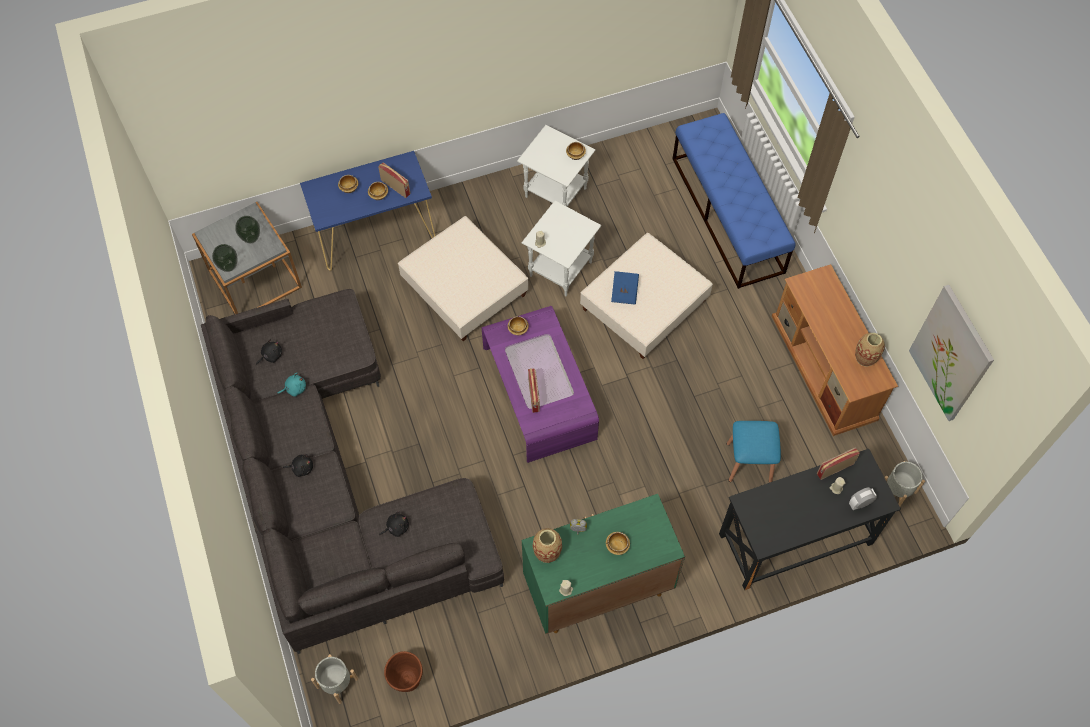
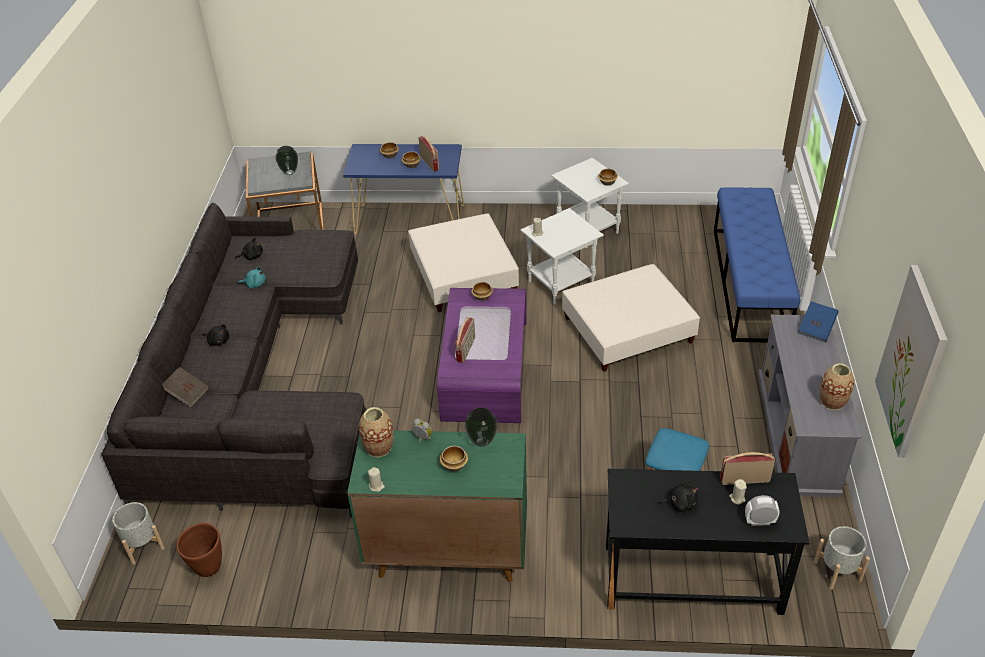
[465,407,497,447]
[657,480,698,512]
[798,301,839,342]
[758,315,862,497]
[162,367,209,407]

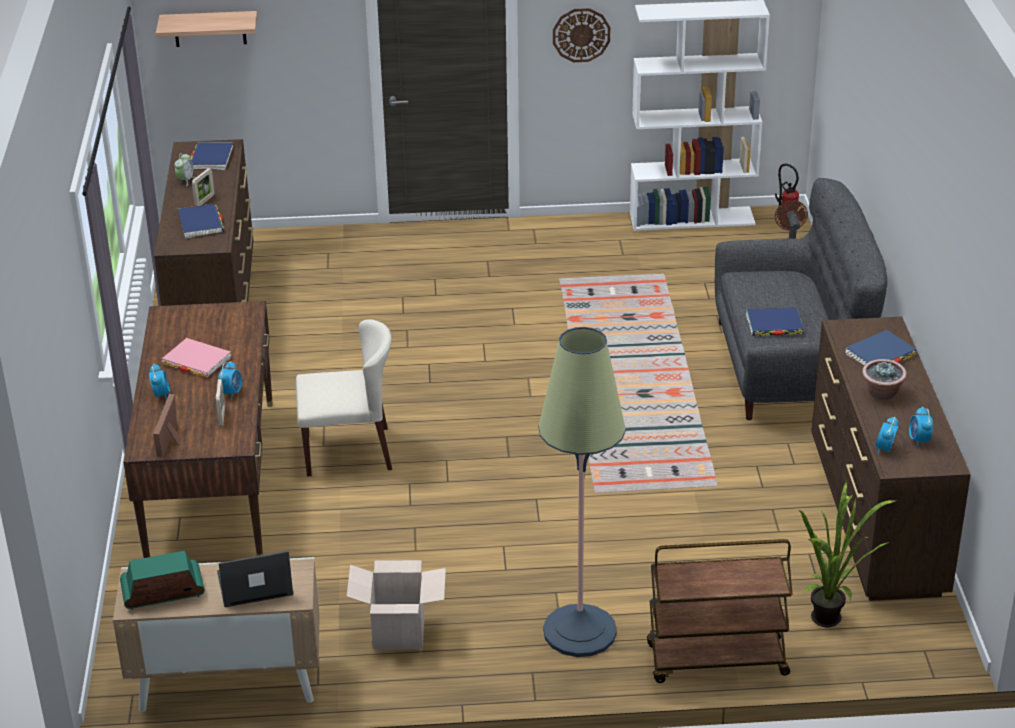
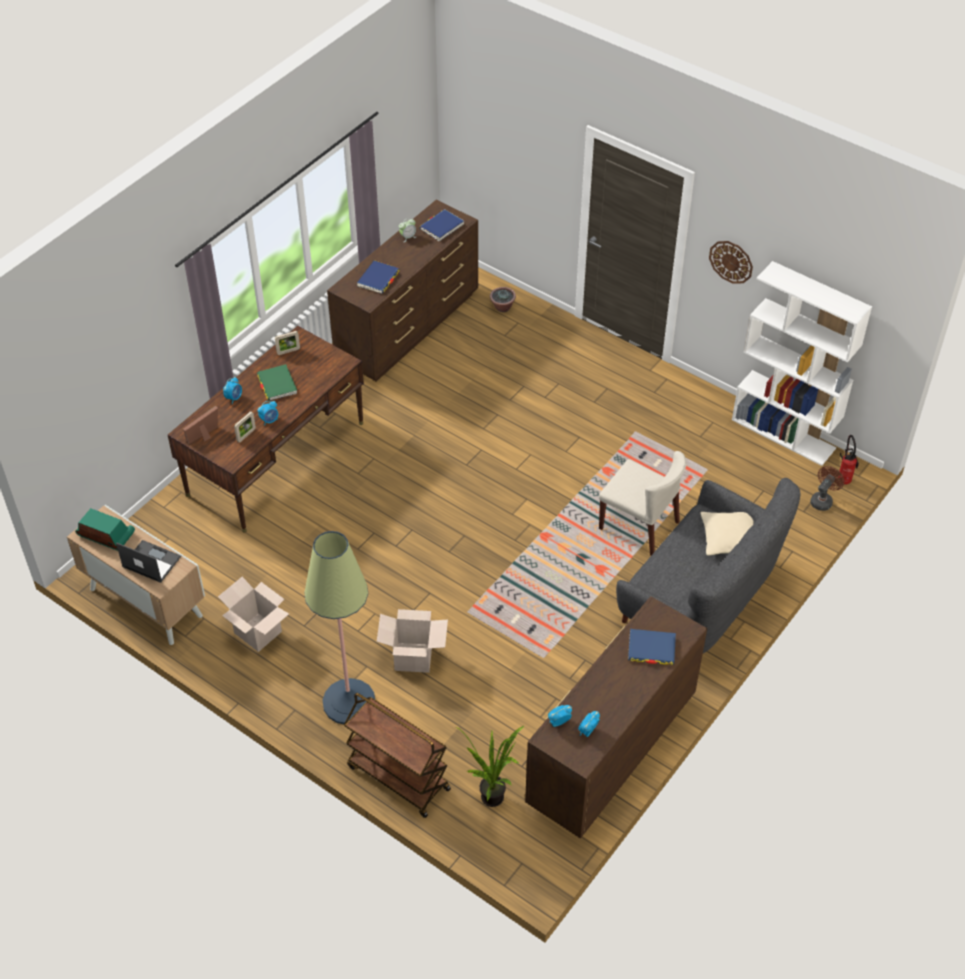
[156,11,257,47] (first image)
[257,364,297,401]
[275,331,300,355]
[599,451,686,556]
[746,308,804,336] (first image)
[490,287,516,312]
[377,609,448,673]
[700,512,753,556]

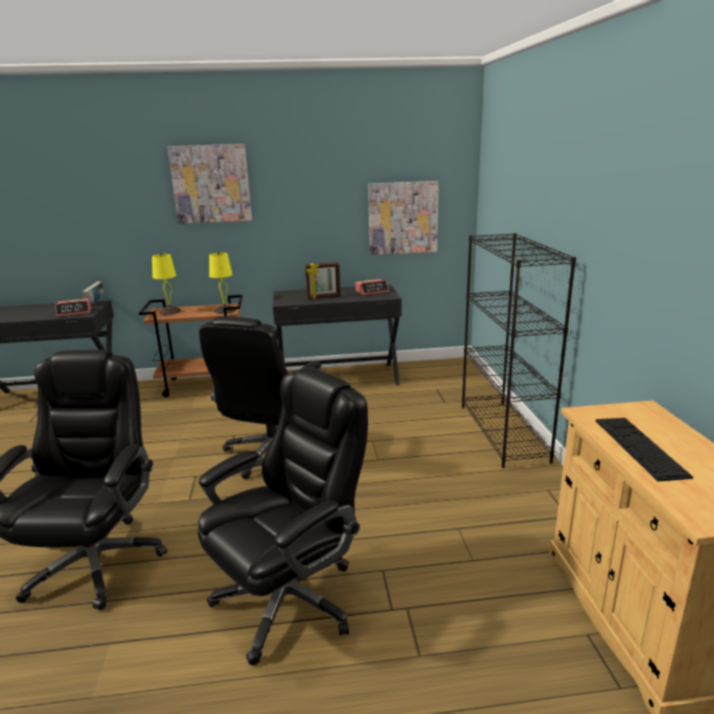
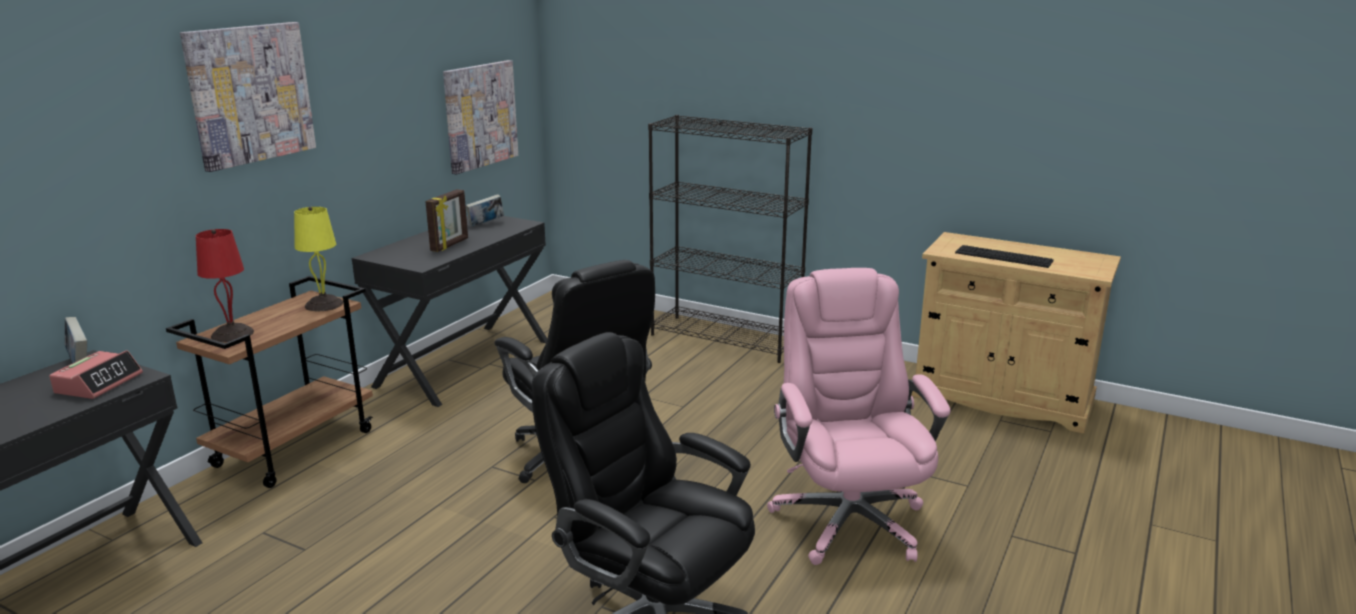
[196,229,254,342]
[767,268,951,565]
[466,194,504,226]

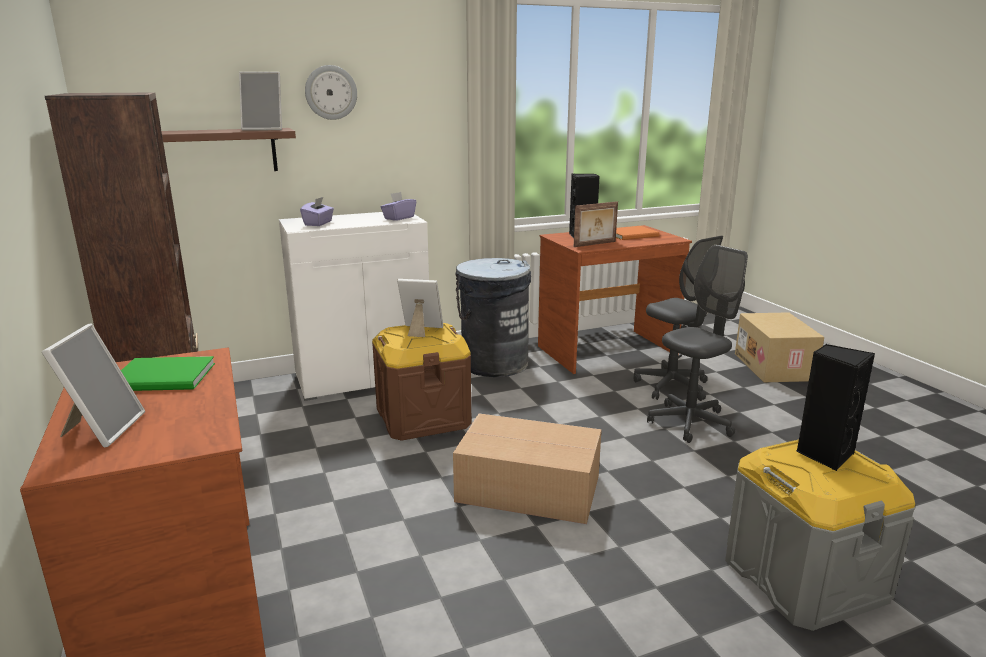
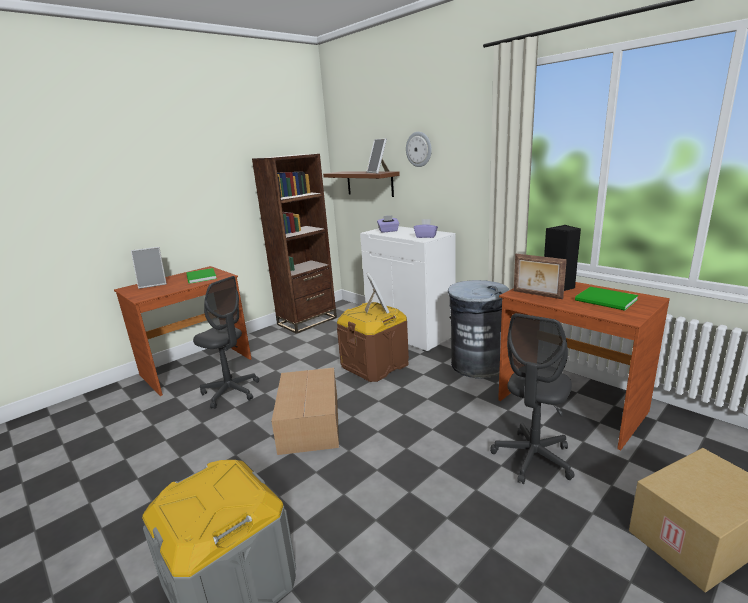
[575,287,639,311]
[193,276,259,409]
[796,344,875,471] (first image)

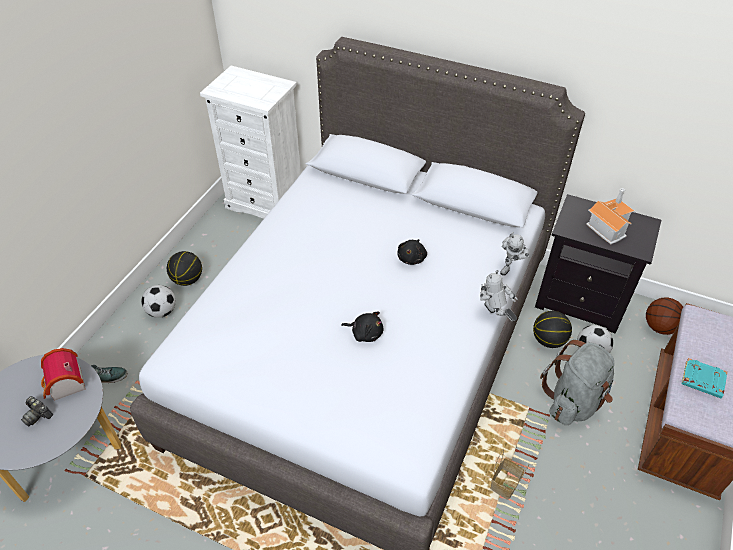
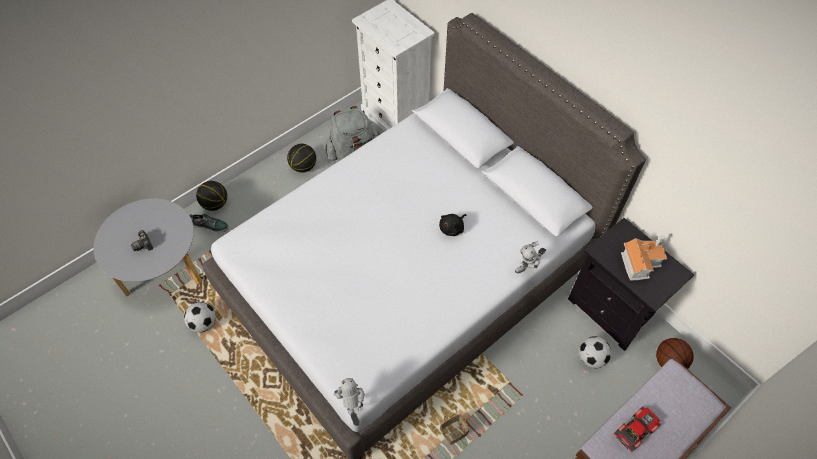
[41,348,85,401] (first image)
[184,302,216,333]
[341,312,383,342] (first image)
[334,378,365,426]
[196,181,227,211]
[325,106,380,161]
[614,406,661,452]

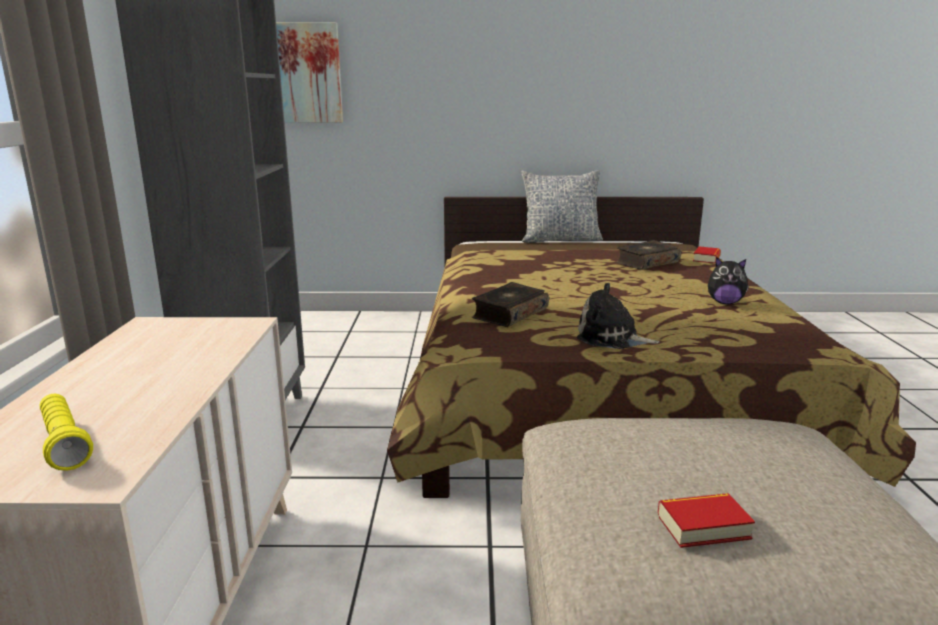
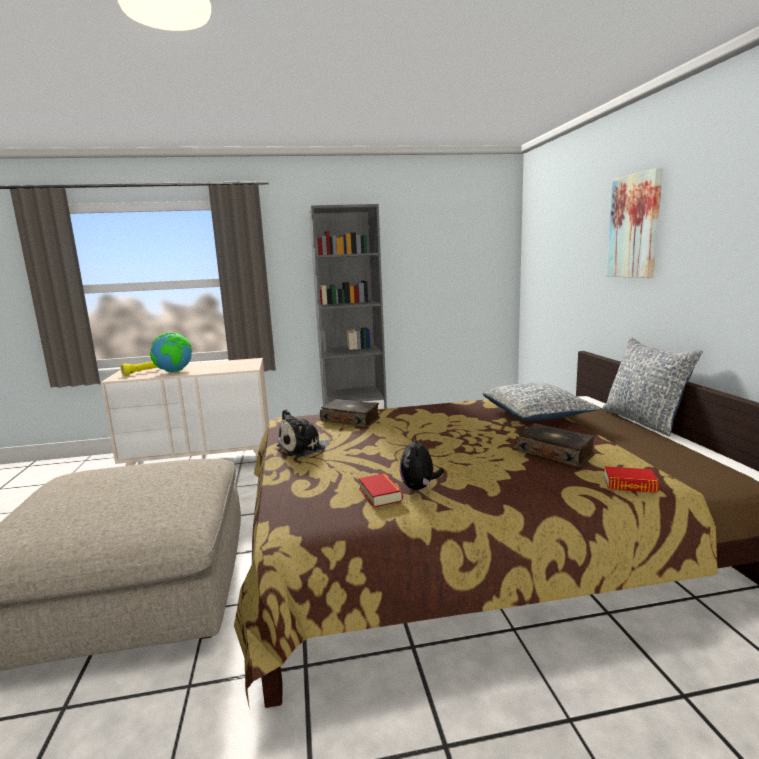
[606,168,663,278]
[276,409,333,456]
[359,473,403,508]
[150,333,192,372]
[483,383,600,421]

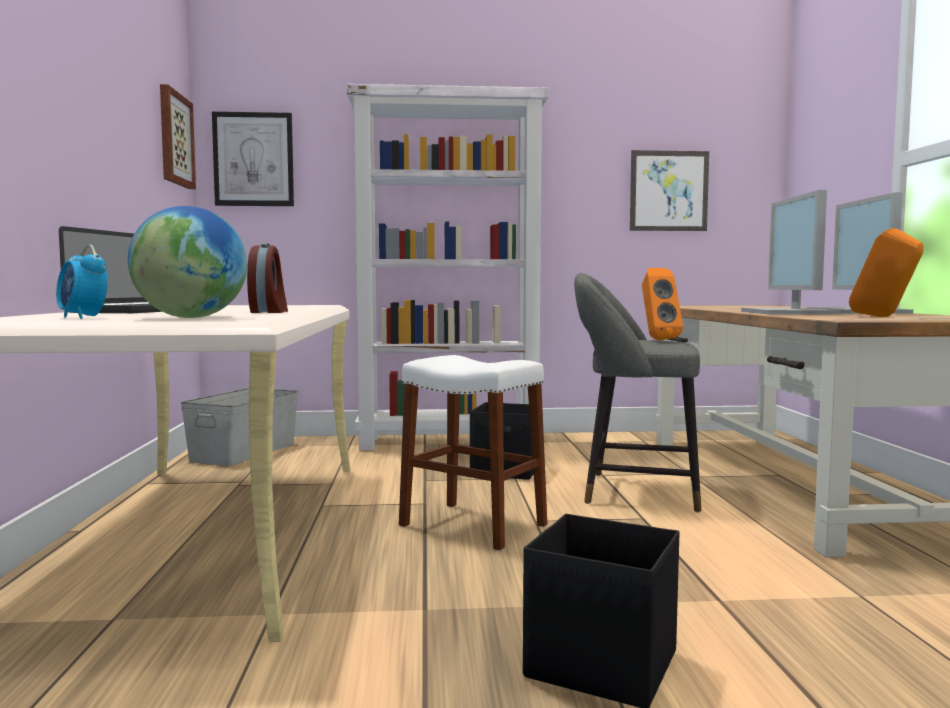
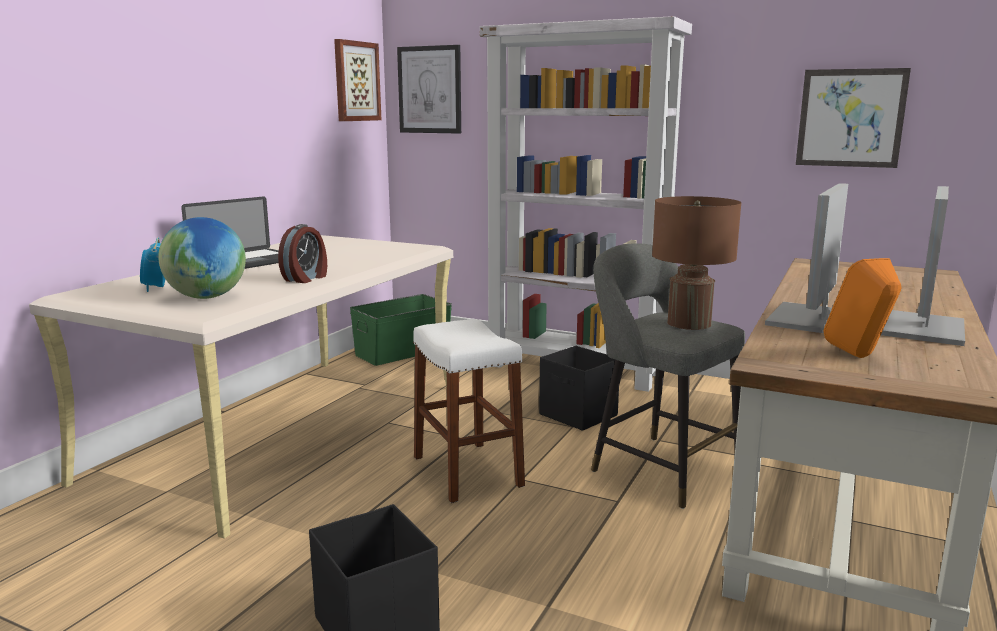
[350,294,452,366]
[652,196,741,330]

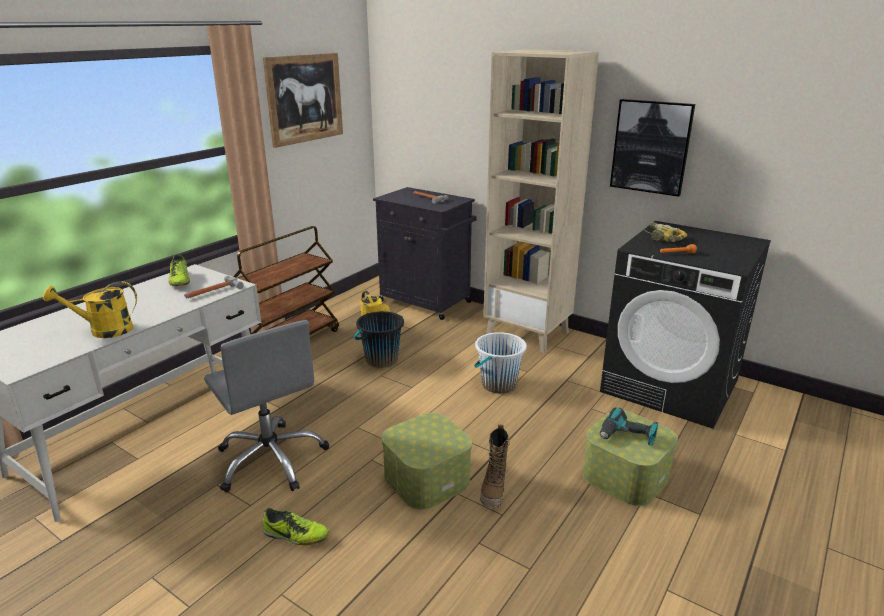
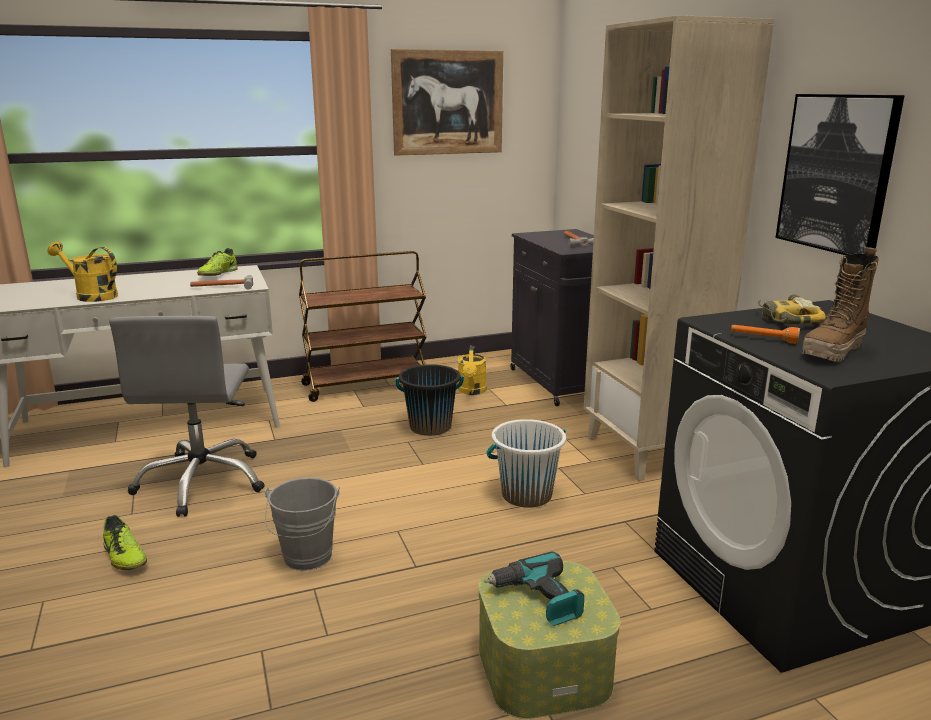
[265,477,340,571]
[801,247,879,362]

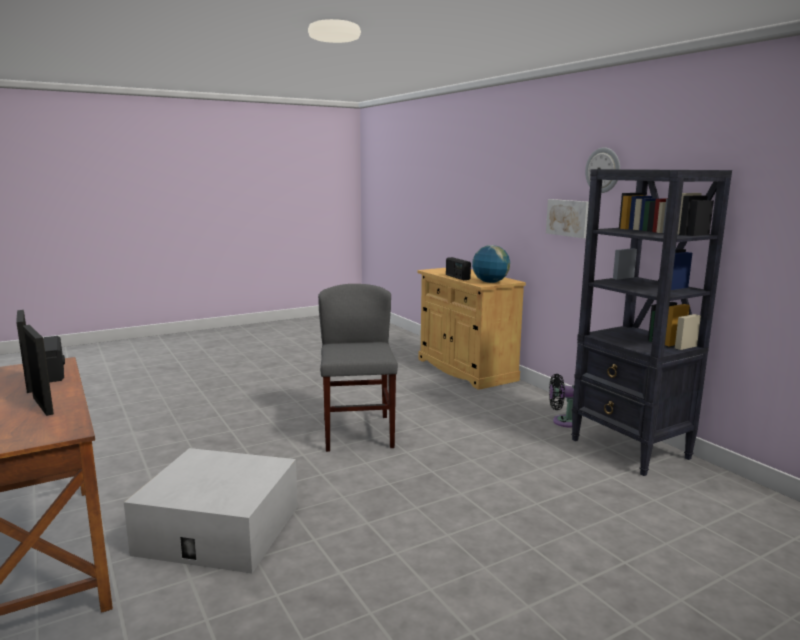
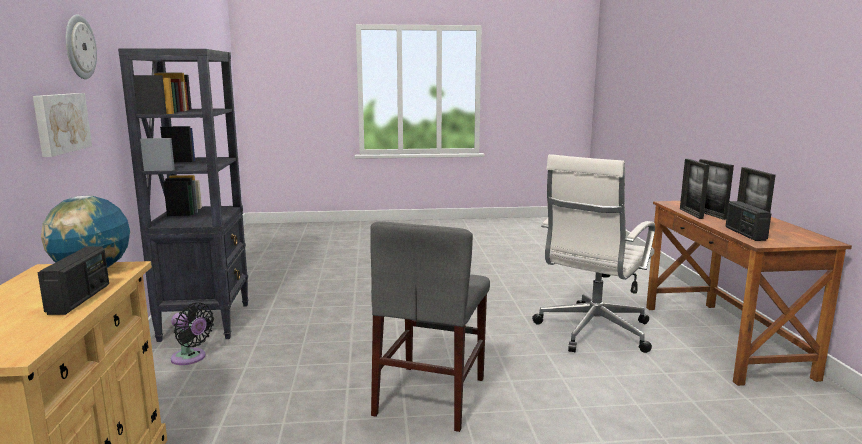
[532,154,655,353]
[680,159,710,219]

